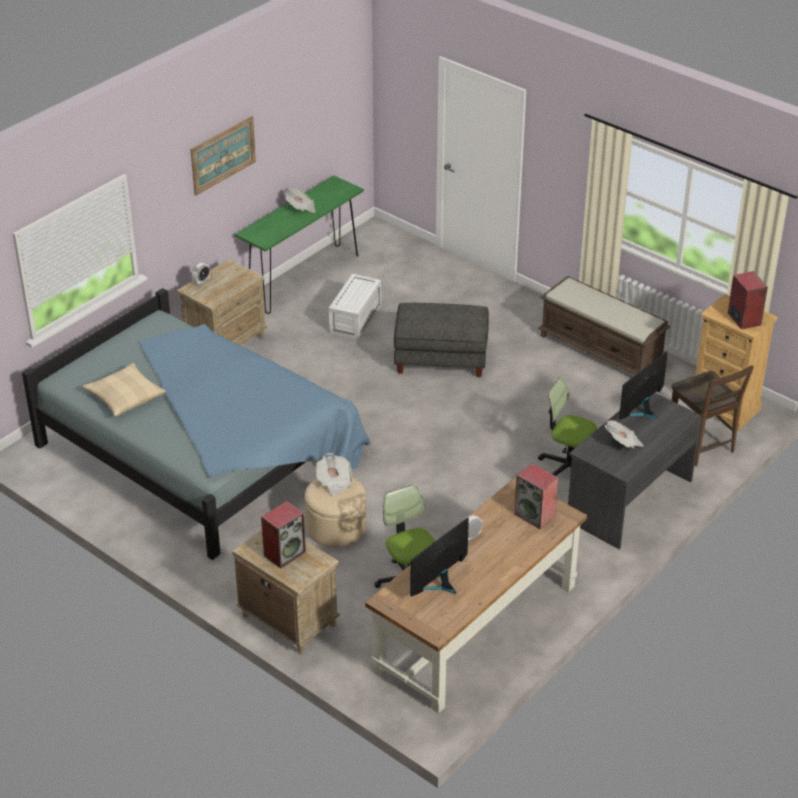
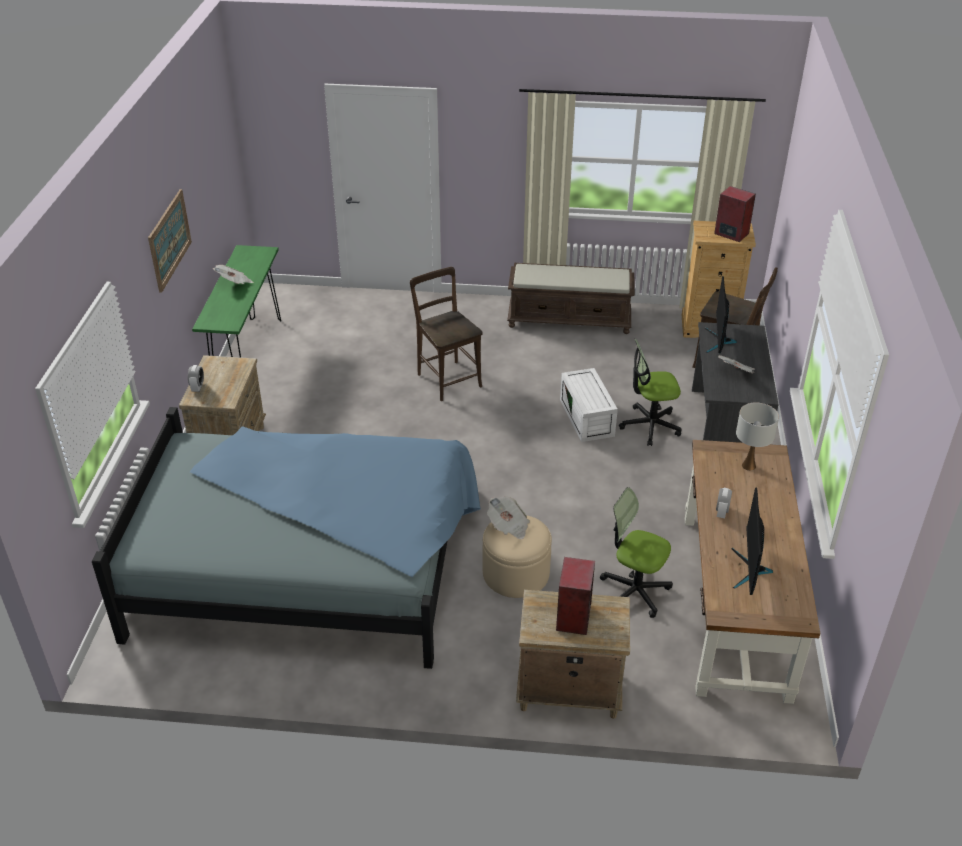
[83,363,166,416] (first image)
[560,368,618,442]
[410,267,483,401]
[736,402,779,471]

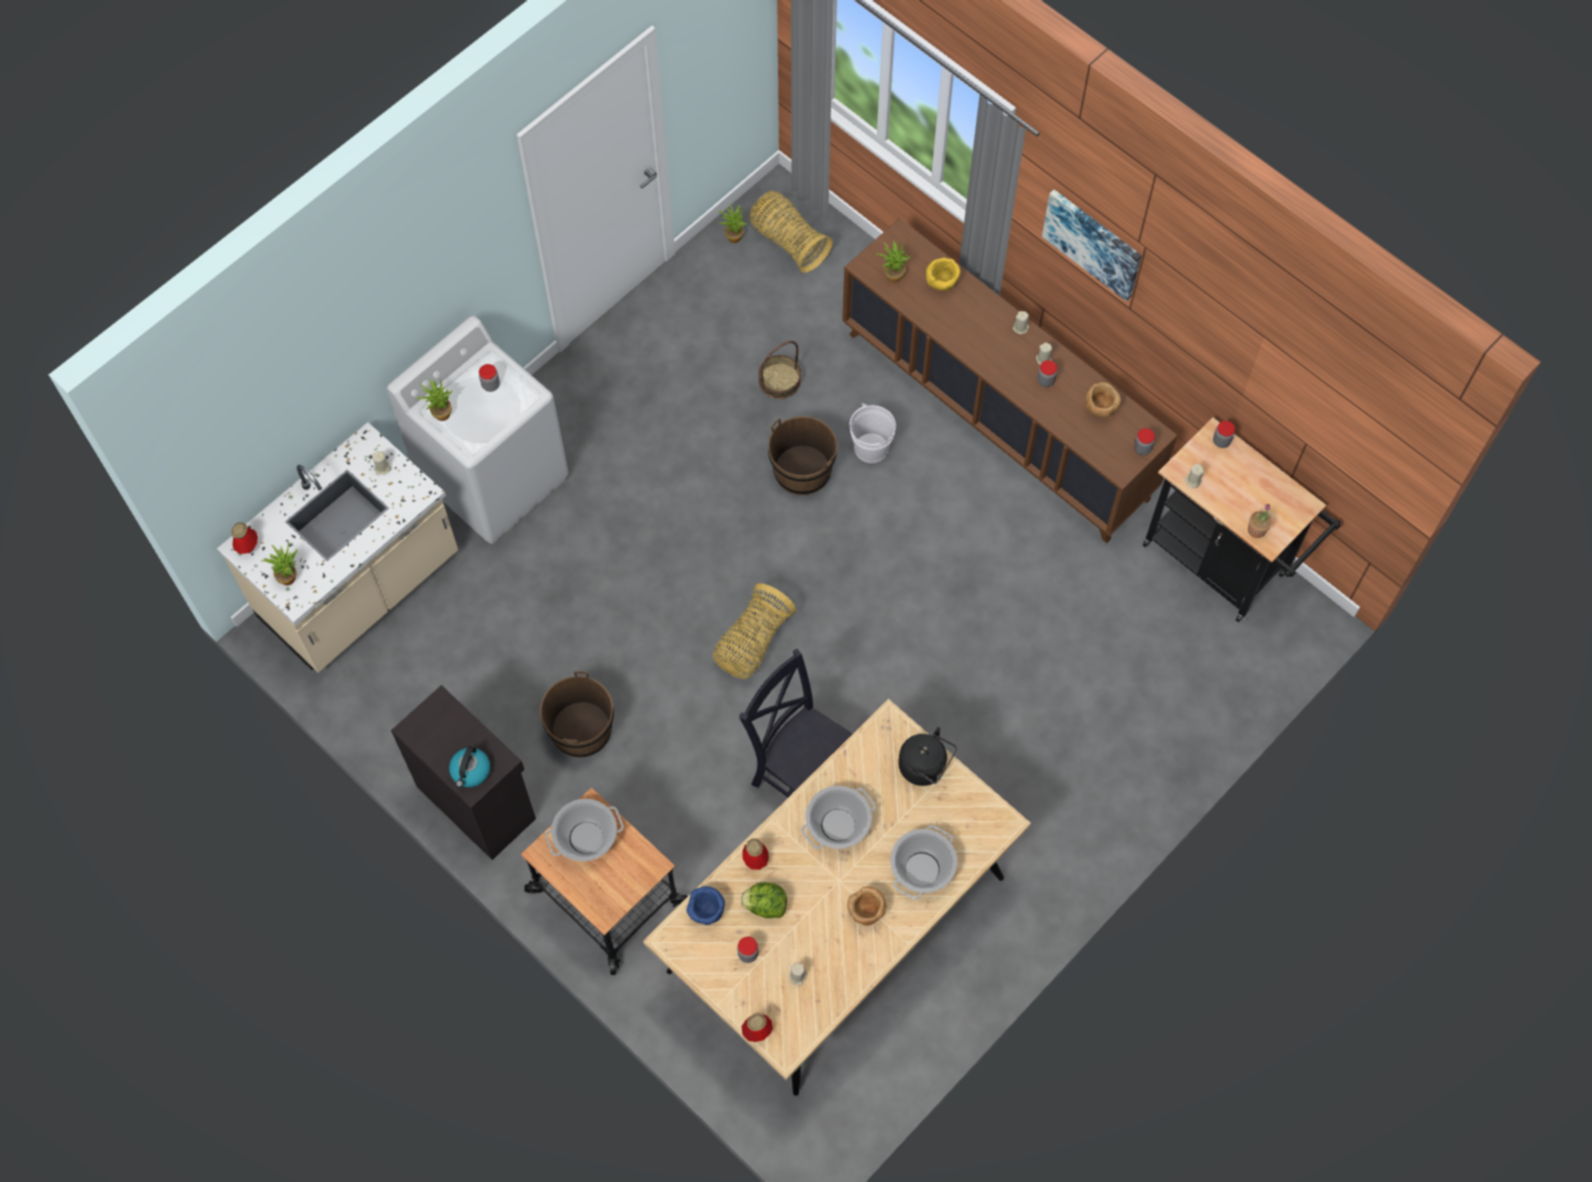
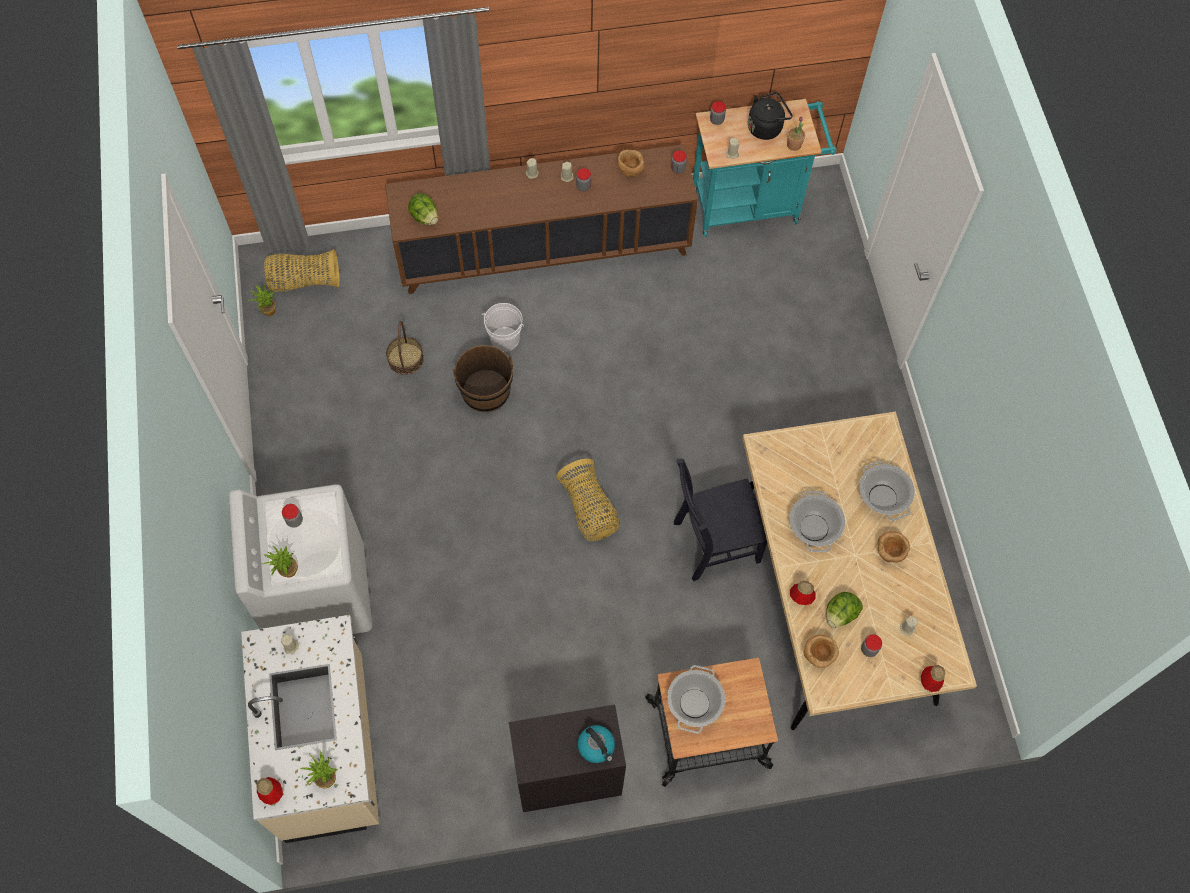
[540,671,614,758] (first image)
[804,635,839,668]
[408,193,438,225]
[748,92,793,140]
[926,257,961,291] (first image)
[1042,189,1142,302] (first image)
[693,99,837,237]

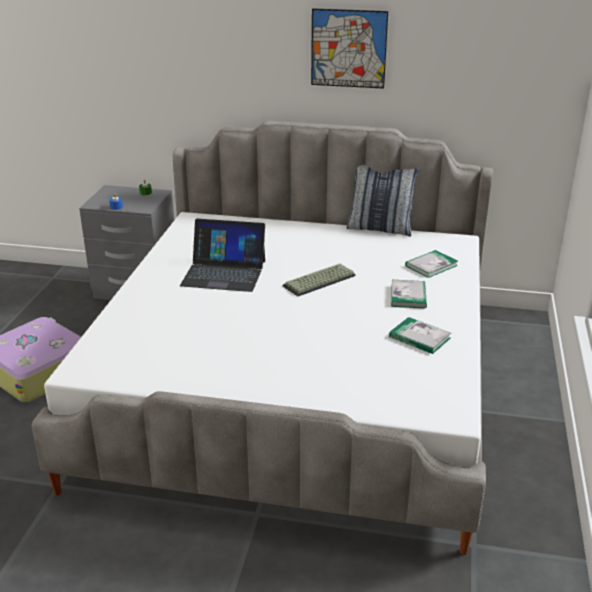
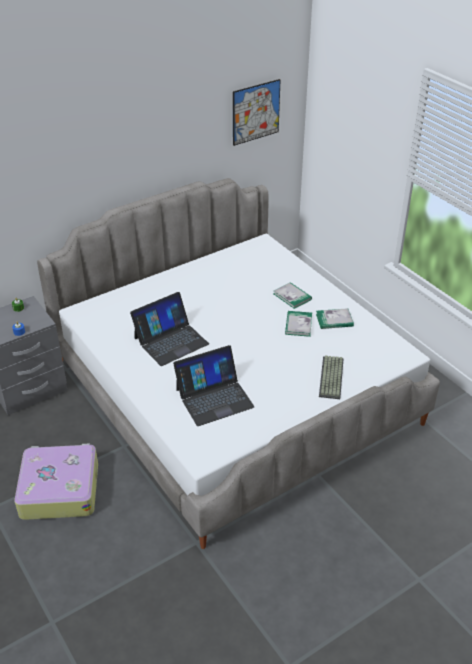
[319,355,344,399]
[233,79,281,146]
[346,165,419,236] (first image)
[285,311,312,337]
[173,345,255,426]

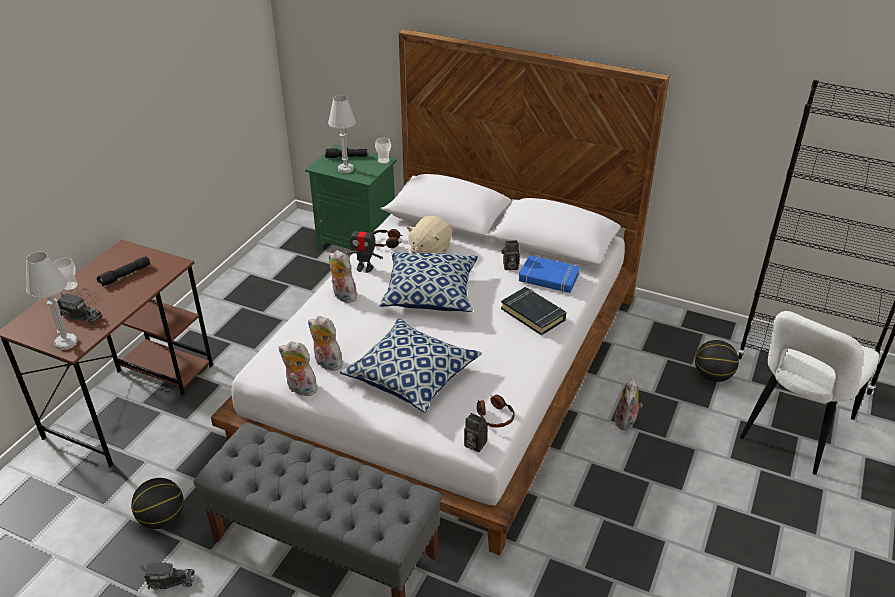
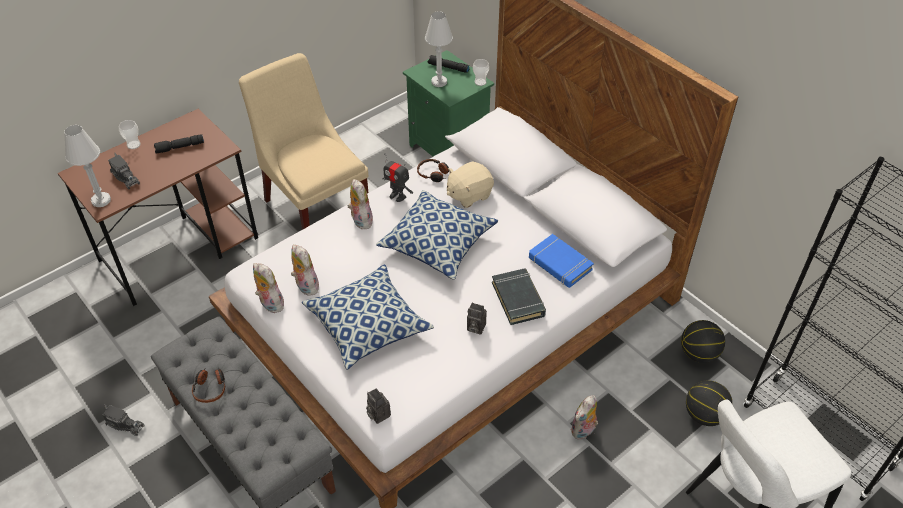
[681,320,725,363]
[192,368,225,403]
[467,303,487,335]
[239,53,368,230]

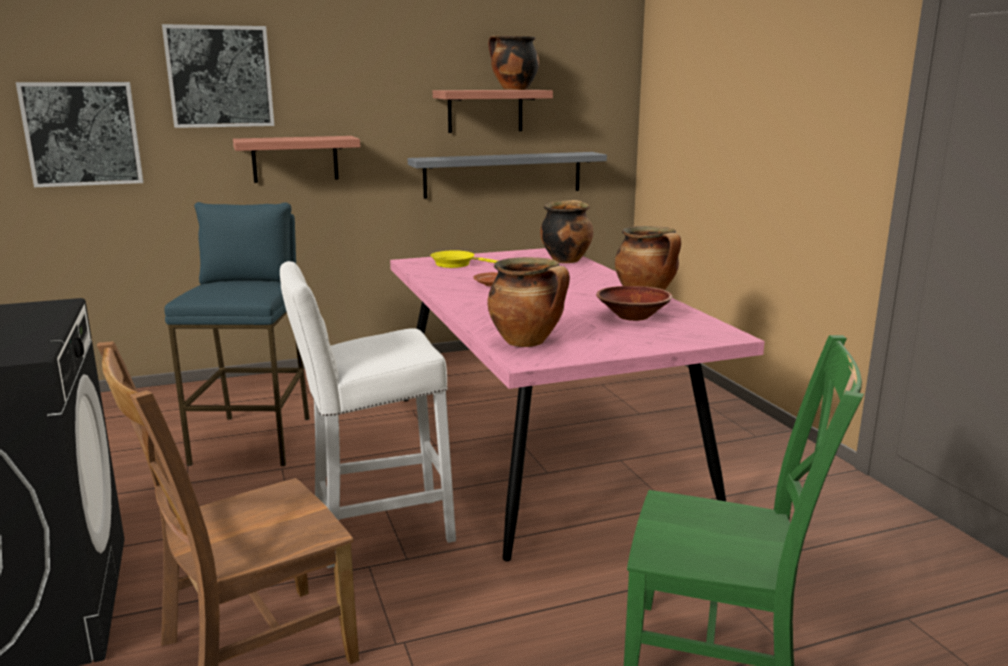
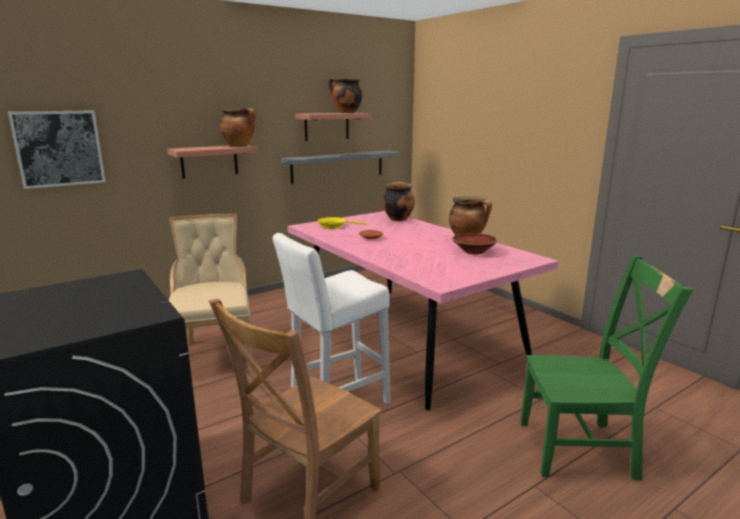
[162,24,274,128] (first image)
[169,214,254,372]
[220,108,256,147]

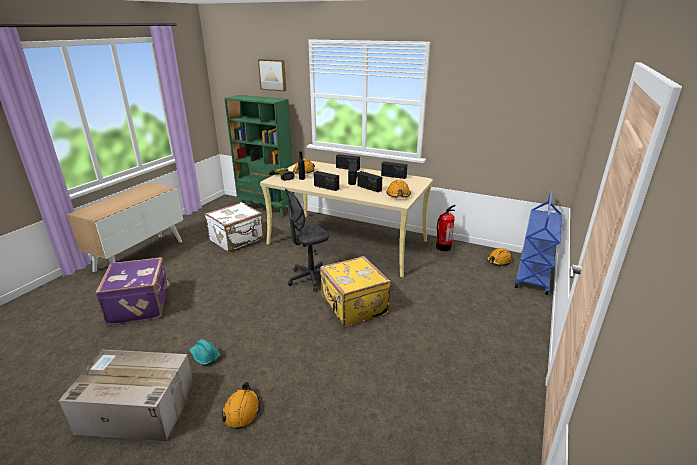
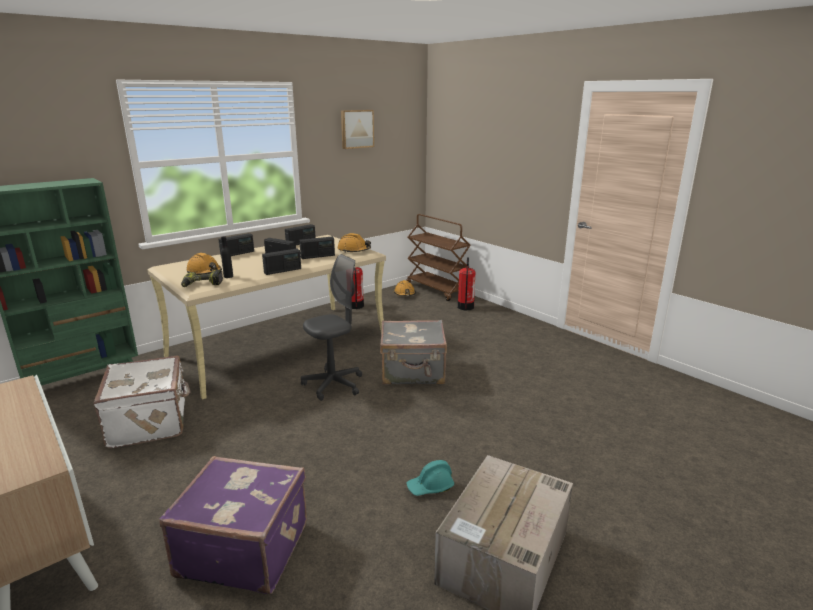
[221,382,260,429] (first image)
[341,110,374,149]
[301,254,362,401]
[380,320,447,385]
[407,214,471,301]
[458,257,475,311]

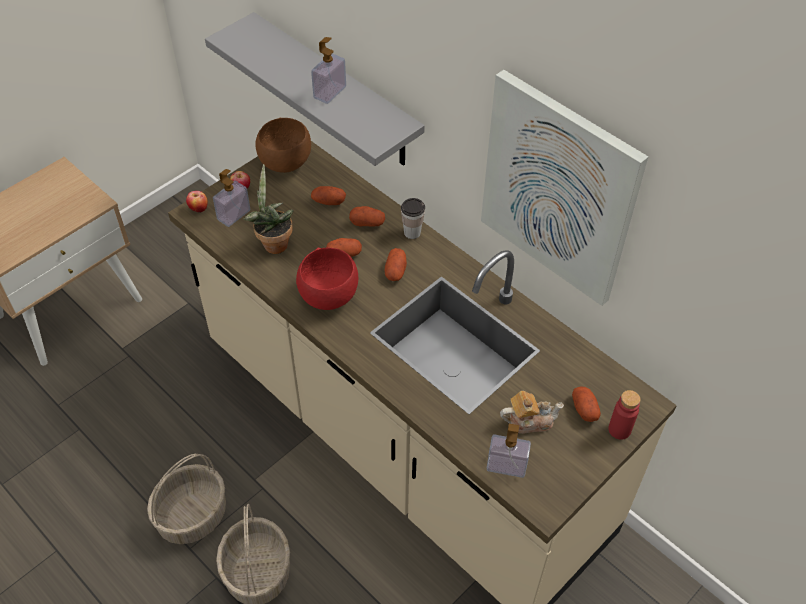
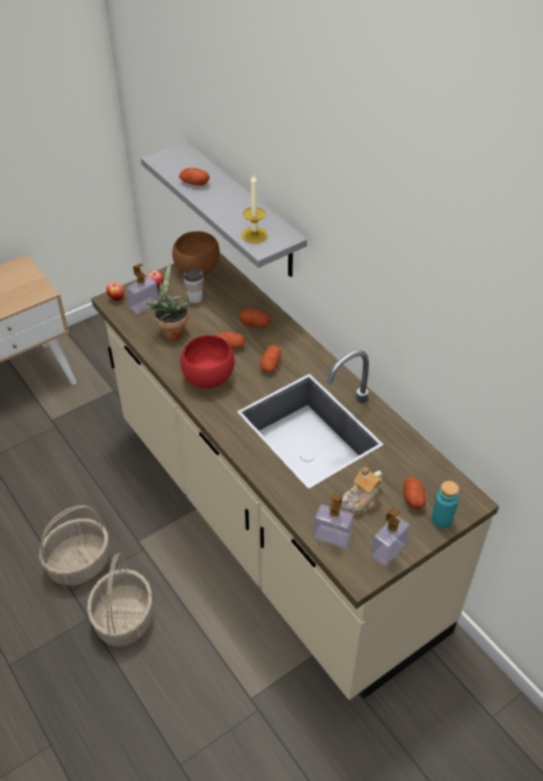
[371,507,410,566]
[179,168,210,186]
[183,268,204,303]
[481,70,648,306] (first image)
[341,467,383,516]
[432,481,459,528]
[242,174,268,243]

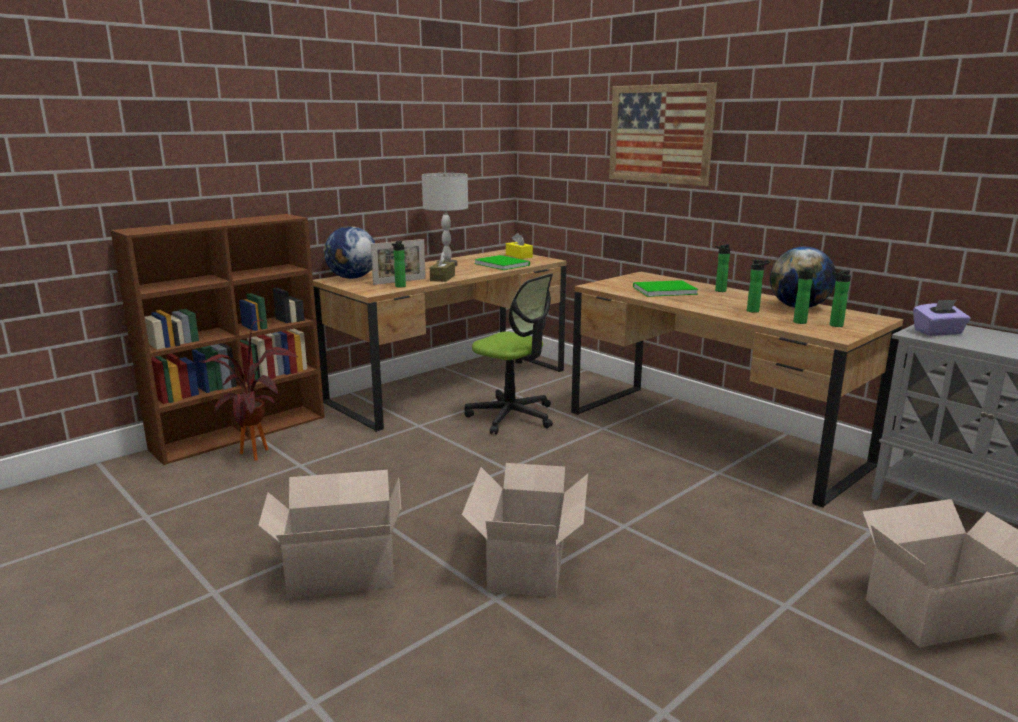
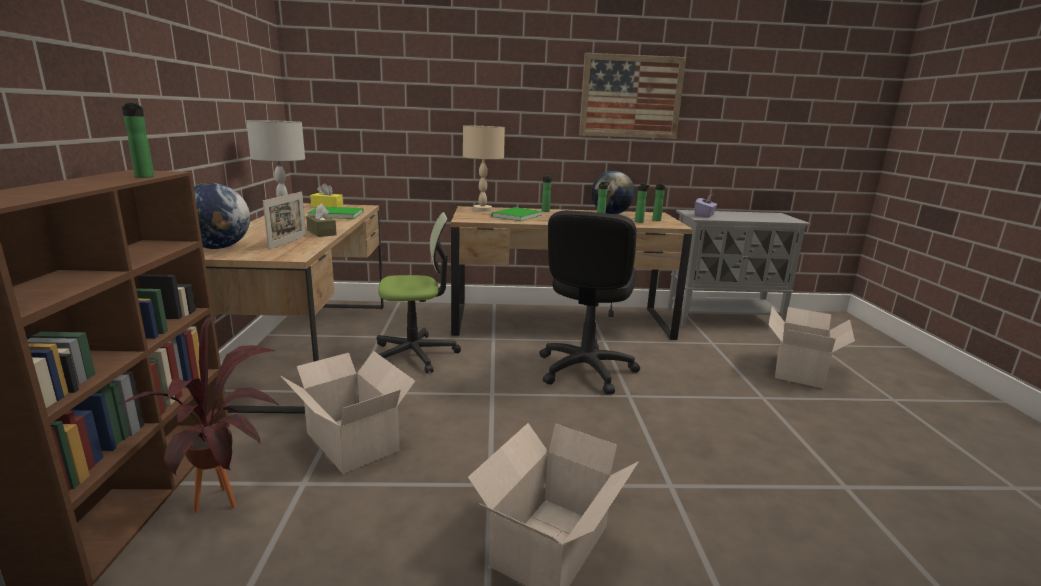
[122,102,154,178]
[281,351,415,474]
[579,53,686,139]
[463,125,505,211]
[539,210,640,394]

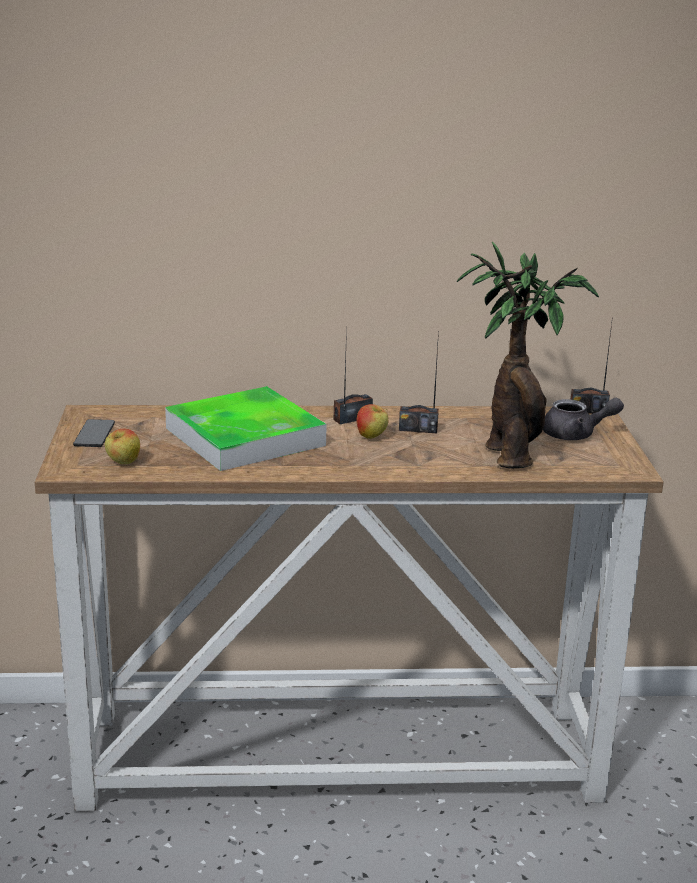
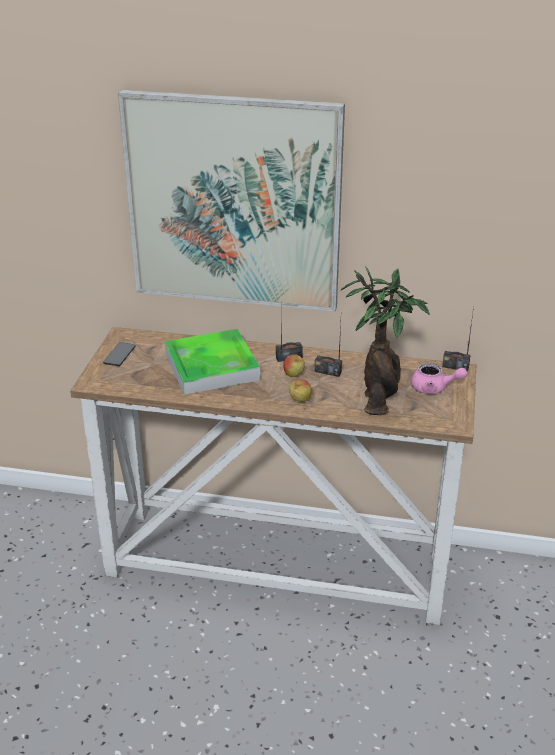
[289,379,312,402]
[411,363,467,394]
[118,90,345,312]

